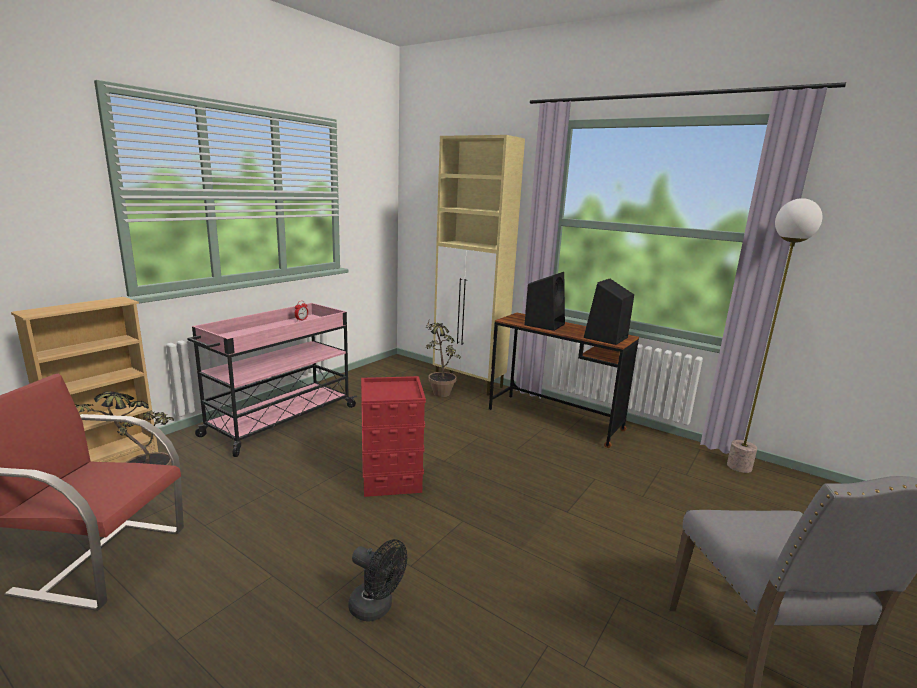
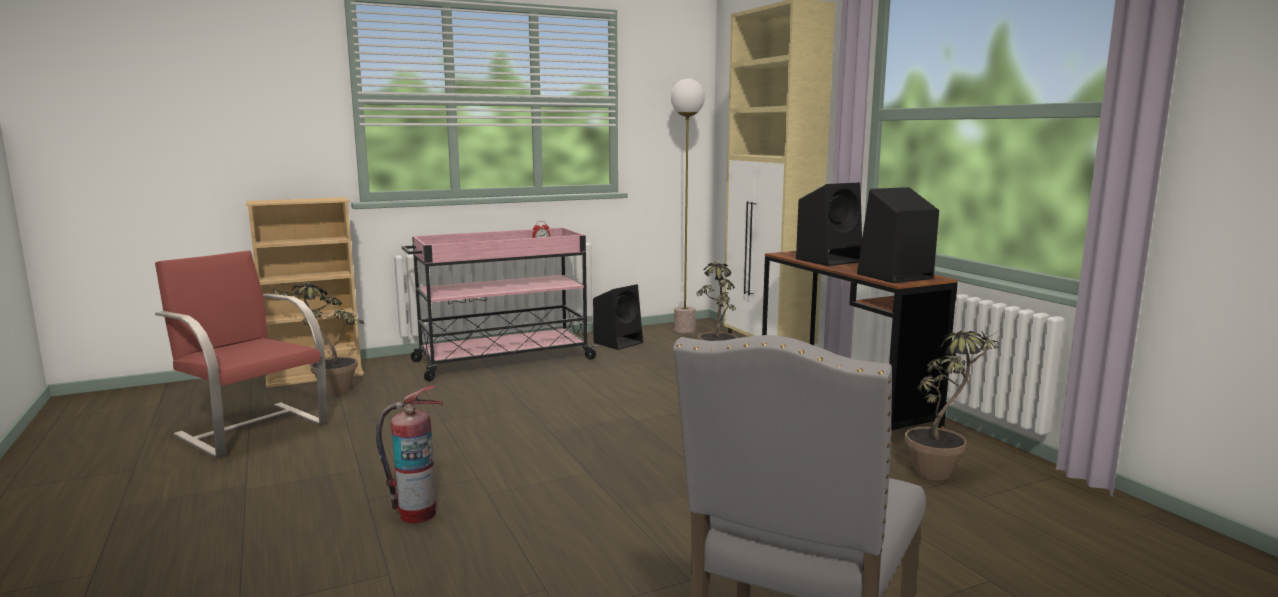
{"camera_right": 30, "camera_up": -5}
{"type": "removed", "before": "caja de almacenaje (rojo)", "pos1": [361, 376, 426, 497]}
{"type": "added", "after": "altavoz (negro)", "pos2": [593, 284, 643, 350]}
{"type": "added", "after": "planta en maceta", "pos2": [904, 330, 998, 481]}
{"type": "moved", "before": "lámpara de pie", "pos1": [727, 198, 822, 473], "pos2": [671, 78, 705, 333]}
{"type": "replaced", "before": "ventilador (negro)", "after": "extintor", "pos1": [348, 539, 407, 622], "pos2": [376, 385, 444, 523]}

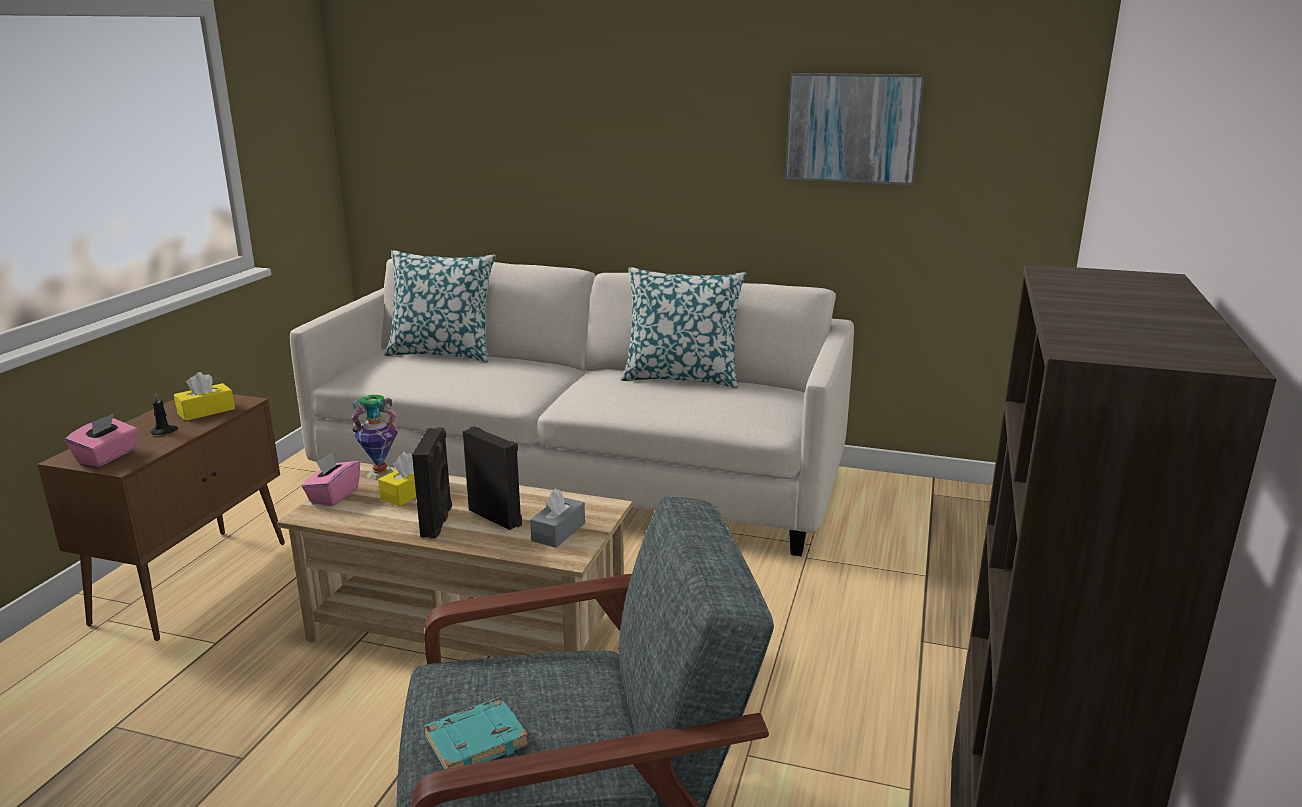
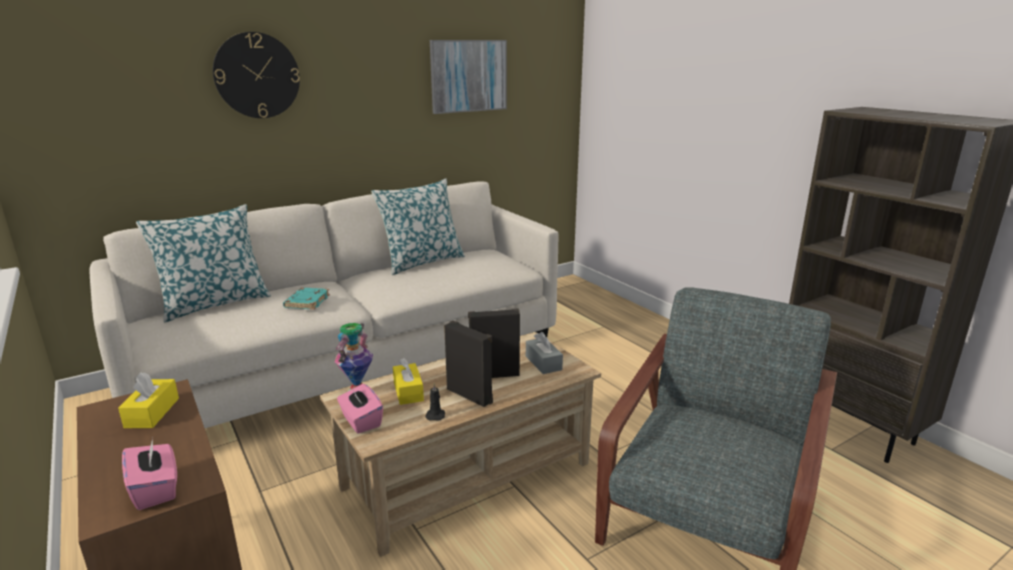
{"camera_right": -50, "camera_up": 0}
{"type": "added", "after": "reloj de pared", "pos2": [213, 32, 300, 118]}
{"type": "moved", "before": "vela (negro)", "pos1": [150, 394, 178, 435], "pos2": [425, 383, 445, 421]}
{"type": "moved", "before": "libro (turquesa)", "pos1": [424, 697, 529, 769], "pos2": [283, 288, 330, 310]}

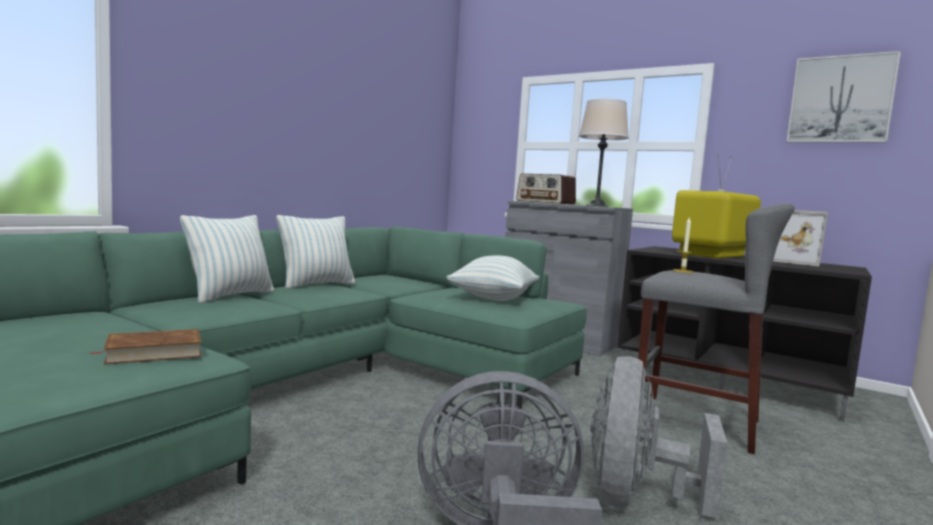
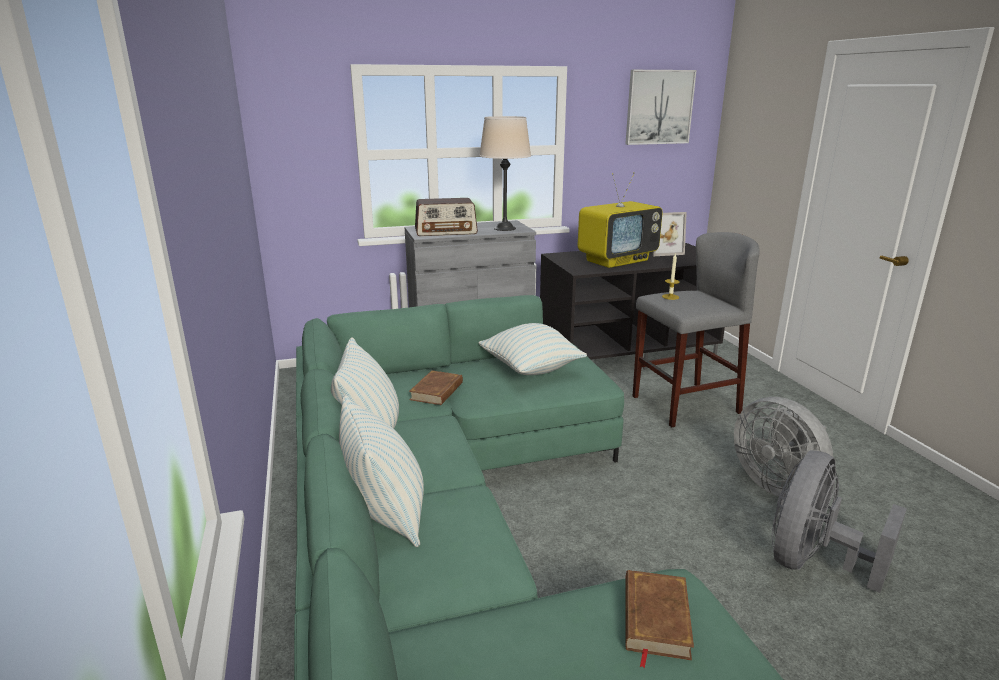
{"camera_right": -50, "camera_up": 15}
{"type": "added", "after": "libro (marrón)", "pos2": [409, 370, 463, 405]}
{"type": "turned", "before": "televisor", "pos1": [672, 154, 761, 259], "pos2": [578, 172, 663, 268], "turn": -120}

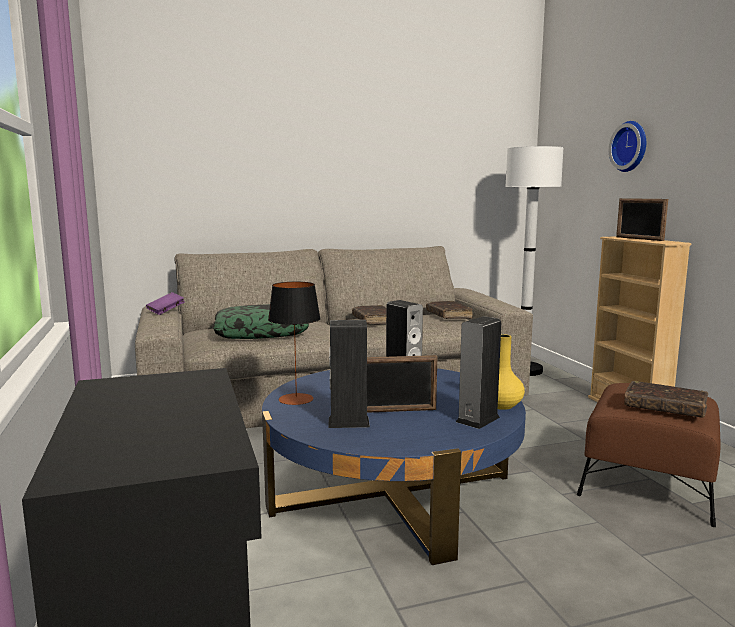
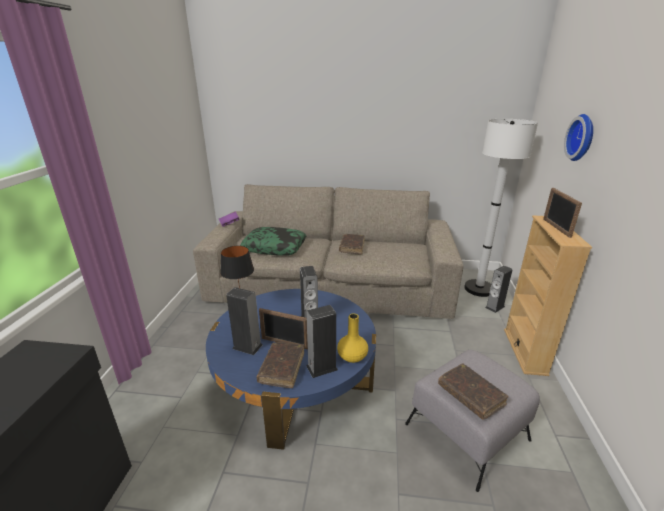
{"camera_right": 25, "camera_up": 15}
{"type": "added", "after": "altavoz", "pos2": [485, 266, 512, 313]}
{"type": "moved", "before": "libro (marrón)", "pos1": [426, 301, 473, 319], "pos2": [256, 342, 304, 388]}
{"type": "recoloured", "before": "puf (marrón)", "after": "puf (gris)", "pos1": [577, 383, 721, 527], "pos2": [405, 350, 540, 492]}

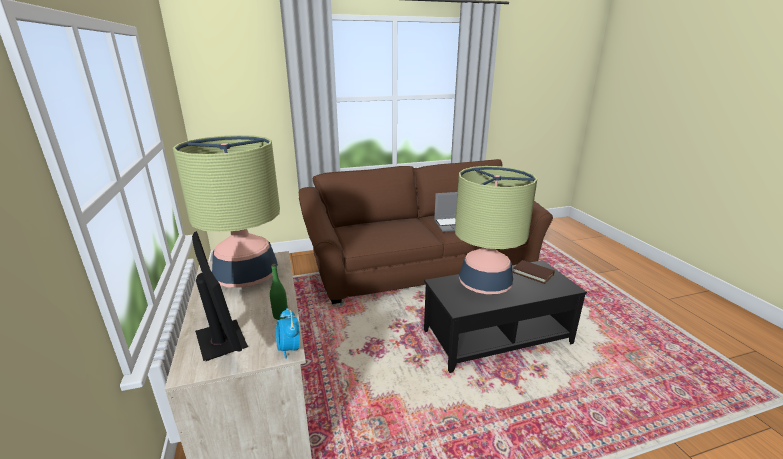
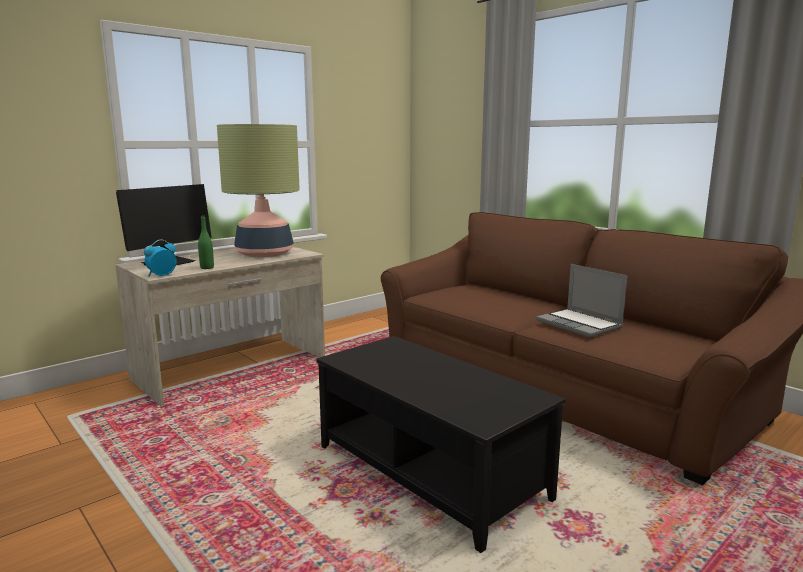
{"camera_right": 65, "camera_up": -10}
{"type": "removed", "before": "lámpara de mesa", "pos1": [455, 166, 537, 294]}
{"type": "removed", "before": "libro (marrón)", "pos1": [513, 260, 555, 284]}

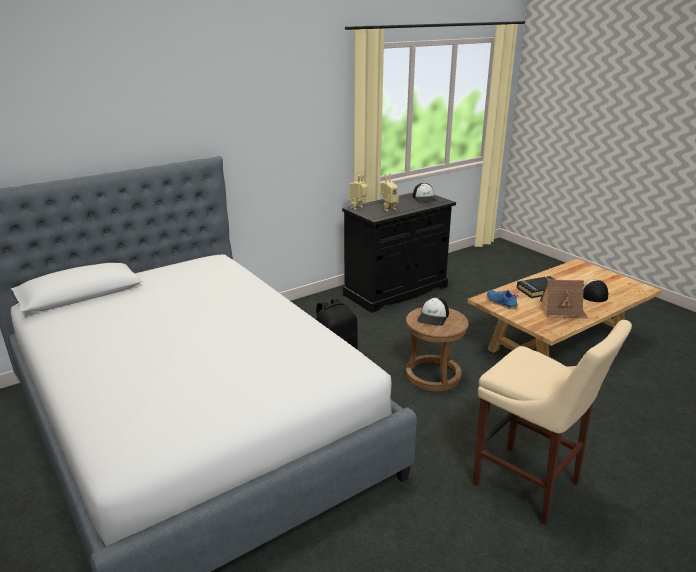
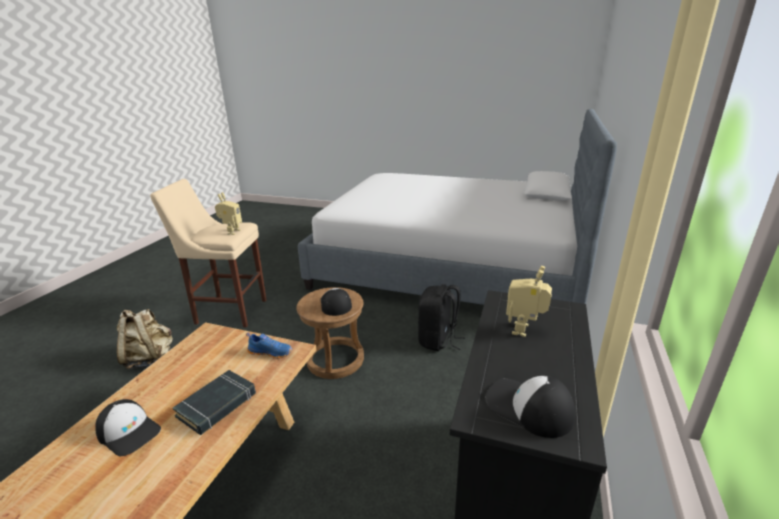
{"camera_right": 145, "camera_up": 0}
{"type": "removed", "before": "casita", "pos1": [540, 279, 588, 319]}
{"type": "added", "after": "mochila (beis)", "pos2": [117, 309, 173, 369]}
{"type": "moved", "before": "robot de juguete", "pos1": [349, 174, 368, 210], "pos2": [215, 192, 242, 235]}

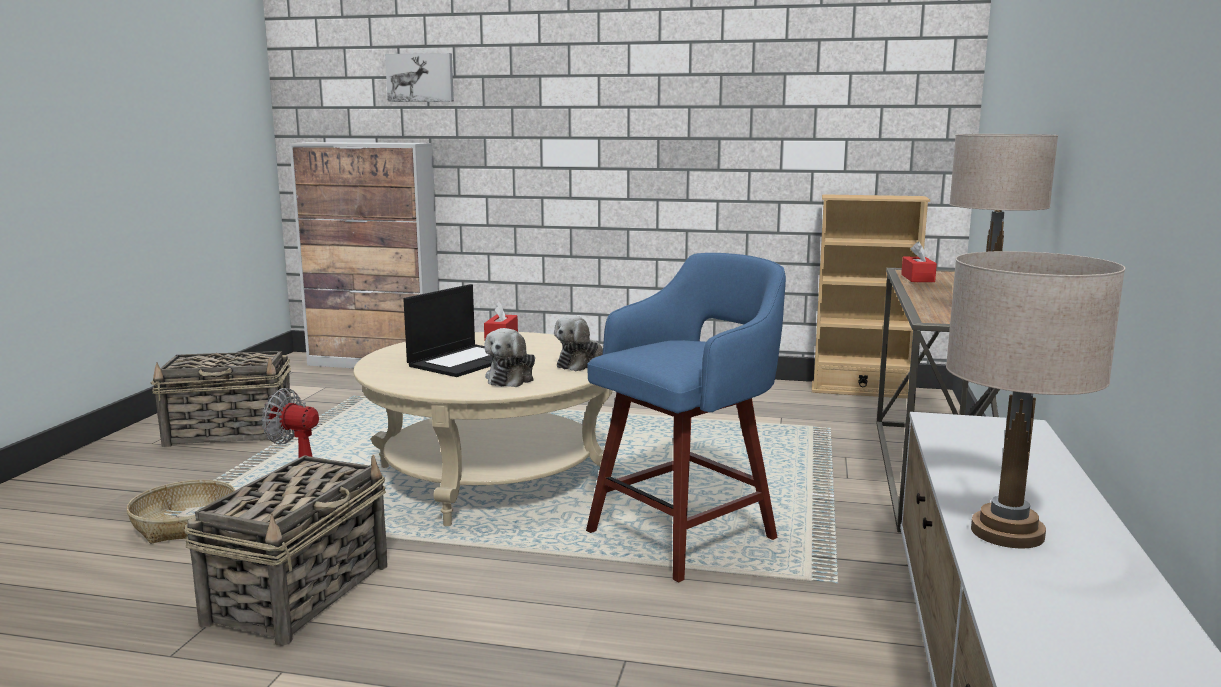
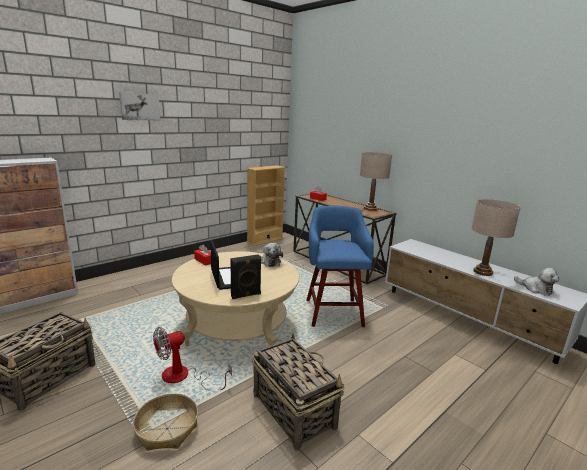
{"camera_right": -55, "camera_up": 5}
{"type": "added", "after": "altavoz (negro)", "pos2": [230, 254, 262, 299]}
{"type": "moved", "before": "cuadro", "pos1": [385, 53, 454, 102], "pos2": [119, 92, 160, 120]}
{"type": "moved", "before": "peluche", "pos1": [485, 328, 535, 387], "pos2": [514, 268, 559, 296]}

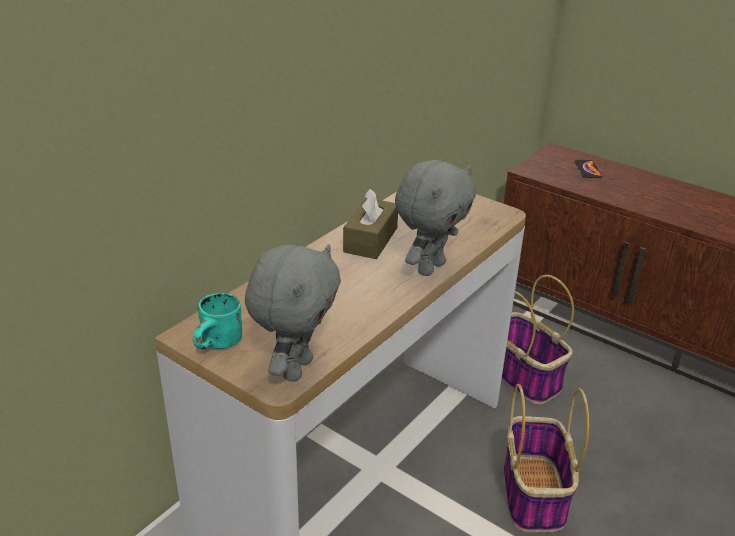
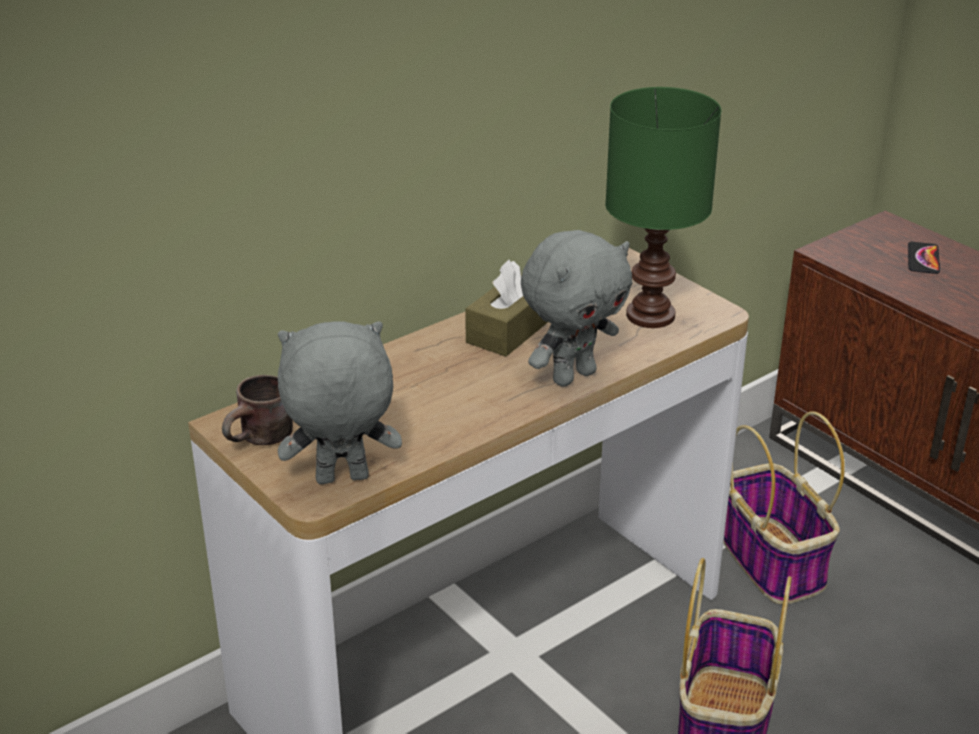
{"camera_right": 15, "camera_up": 0}
{"type": "added", "after": "lámpara de mesa (verde)", "pos2": [605, 87, 722, 328]}
{"type": "recoloured", "before": "taza grande (turquesa)", "after": "taza grande (marrón)", "pos1": [193, 293, 242, 349], "pos2": [222, 375, 293, 445]}
{"type": "turned", "before": "peluche (gris)", "pos1": [245, 244, 341, 381], "pos2": [278, 321, 402, 484], "turn": -135}

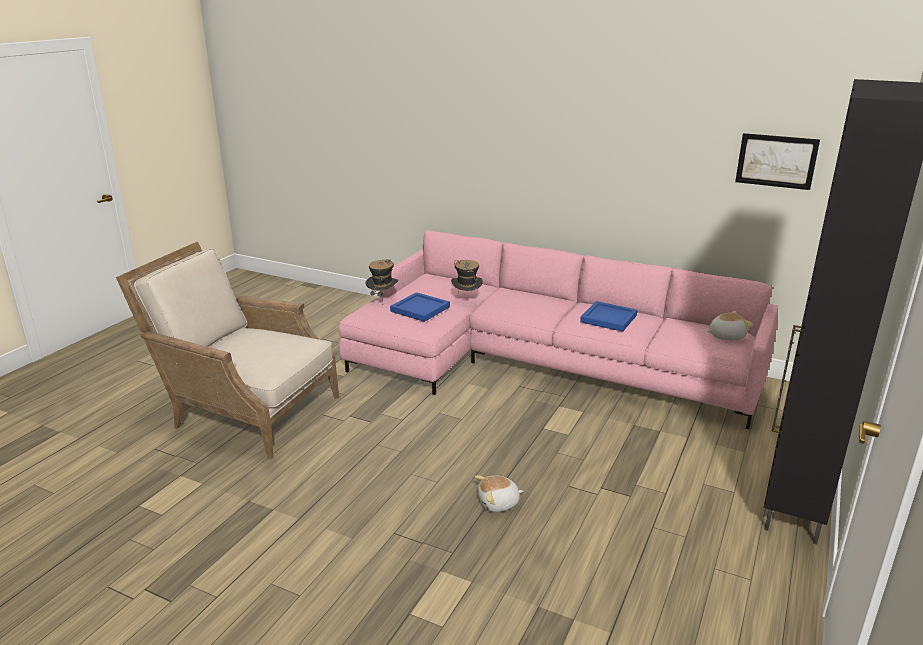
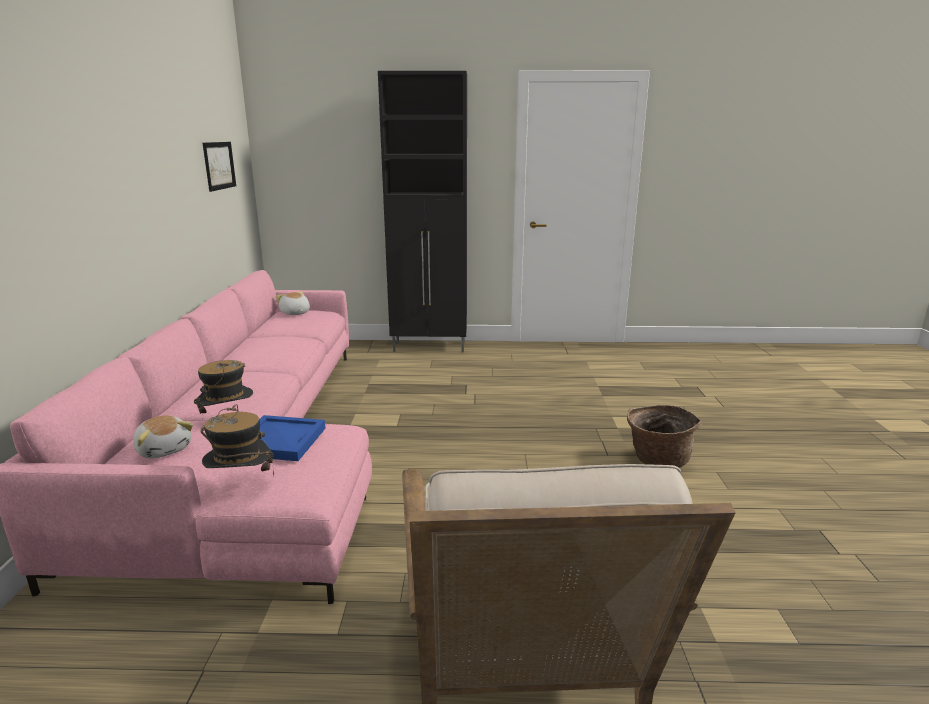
{"camera_right": -115, "camera_up": -5}
{"type": "removed", "before": "bandeja (azul)", "pos1": [580, 301, 637, 332]}
{"type": "added", "after": "cesta", "pos2": [627, 405, 702, 468]}
{"type": "moved", "before": "peluche", "pos1": [475, 475, 523, 512], "pos2": [133, 415, 193, 458]}

